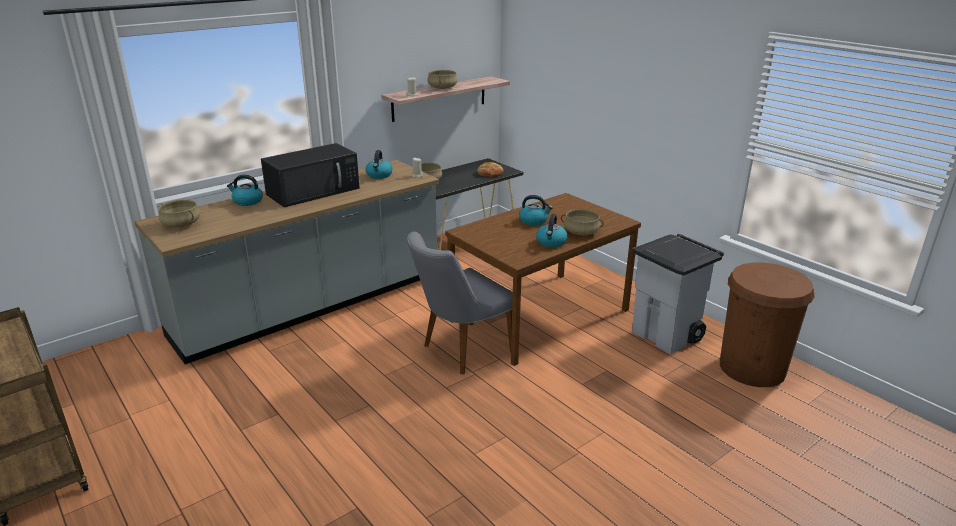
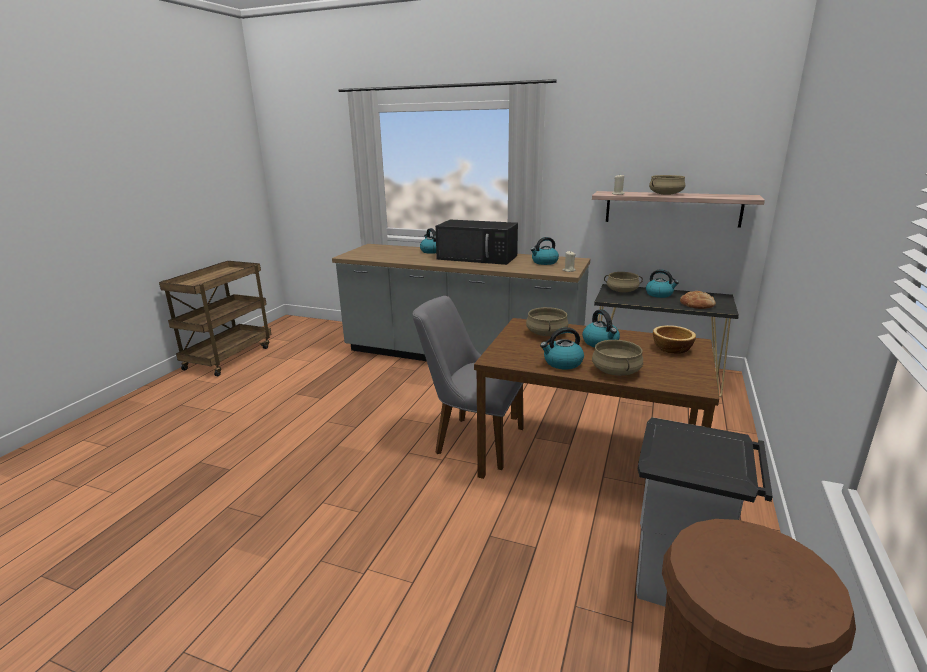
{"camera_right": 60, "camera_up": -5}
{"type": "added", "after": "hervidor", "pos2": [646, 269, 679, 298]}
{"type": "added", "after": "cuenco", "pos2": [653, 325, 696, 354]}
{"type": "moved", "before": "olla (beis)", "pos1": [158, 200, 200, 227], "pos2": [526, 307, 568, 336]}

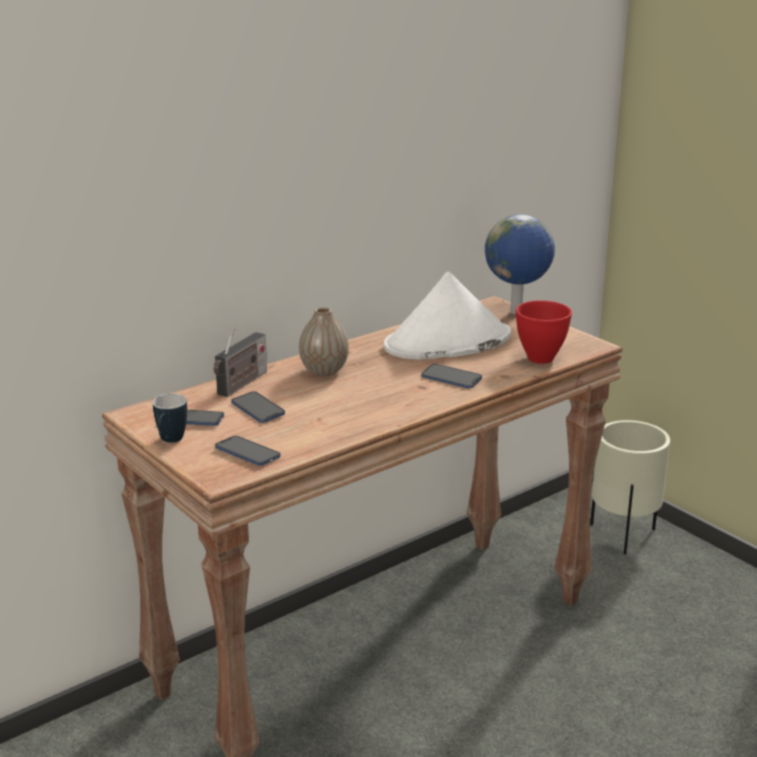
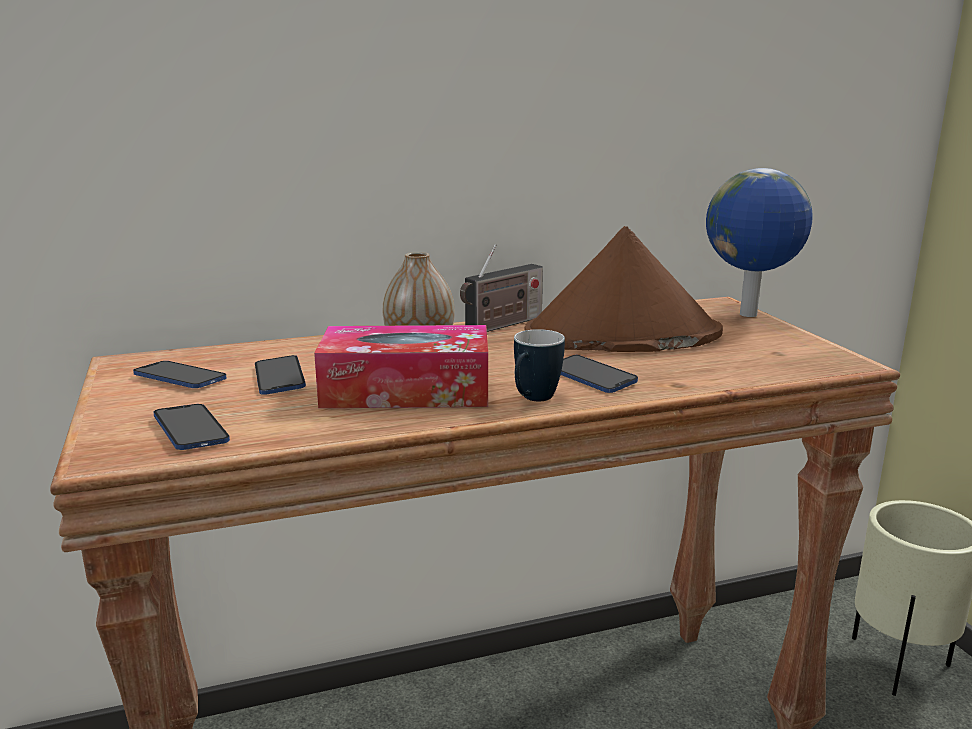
{"camera_right": 20, "camera_up": -5}
{"type": "removed", "before": "cuenco (rojo)", "pos1": [516, 300, 572, 364]}
{"type": "added", "after": "caja de pañuelos", "pos2": [314, 325, 488, 408]}
{"type": "moved", "before": "taza grande", "pos1": [153, 394, 187, 443], "pos2": [514, 329, 565, 401]}
{"type": "moved", "before": "radio", "pos1": [214, 327, 267, 397], "pos2": [460, 244, 543, 332]}
{"type": "recoloured", "before": "sombrero (blanco)", "after": "sombrero (marrón)", "pos1": [384, 272, 511, 360], "pos2": [524, 226, 723, 352]}

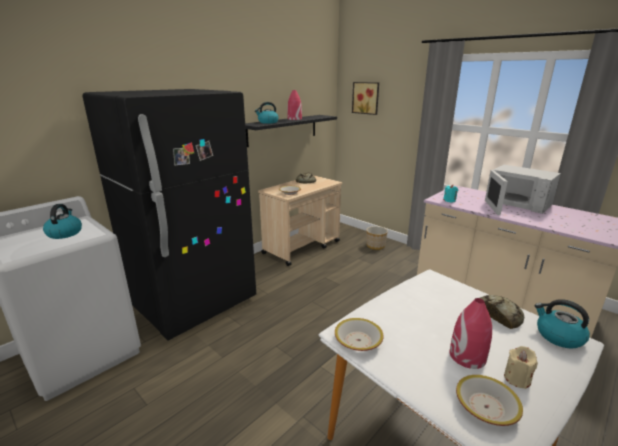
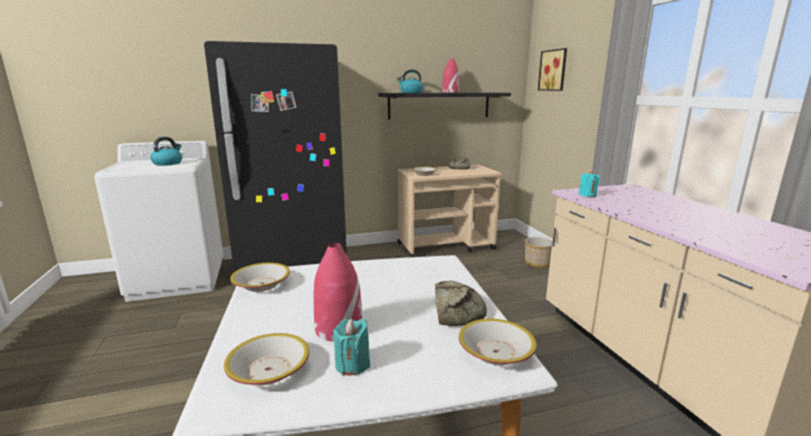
{"camera_right": 30, "camera_up": -5}
{"type": "removed", "before": "microondas (blanco)", "pos1": [485, 165, 561, 215]}
{"type": "replaced", "before": "hervidor", "after": "cuenco", "pos1": [535, 299, 590, 348], "pos2": [459, 319, 537, 365]}
{"type": "recoloured", "before": "vela (beis)", "after": "vela (turquesa)", "pos1": [504, 346, 538, 389], "pos2": [333, 318, 370, 376]}

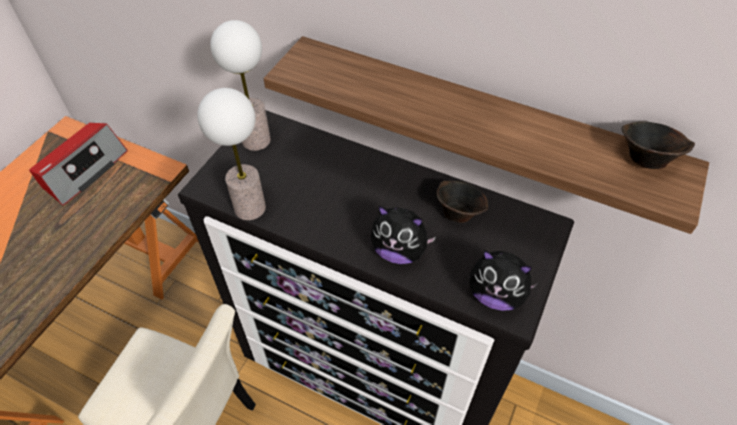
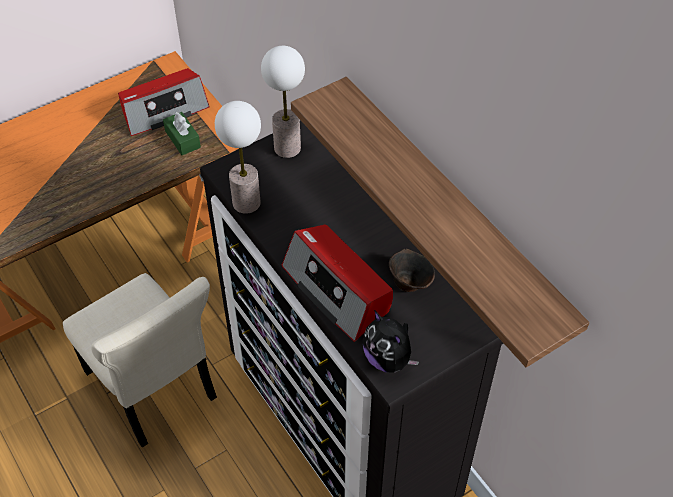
{"camera_right": 30, "camera_up": 0}
{"type": "removed", "before": "cuenco (marrón)", "pos1": [621, 121, 695, 169]}
{"type": "added", "after": "caja de pañuelos (verde)", "pos2": [163, 112, 201, 155]}
{"type": "replaced", "before": "peluche", "after": "radio", "pos1": [371, 206, 436, 264], "pos2": [282, 224, 393, 342]}

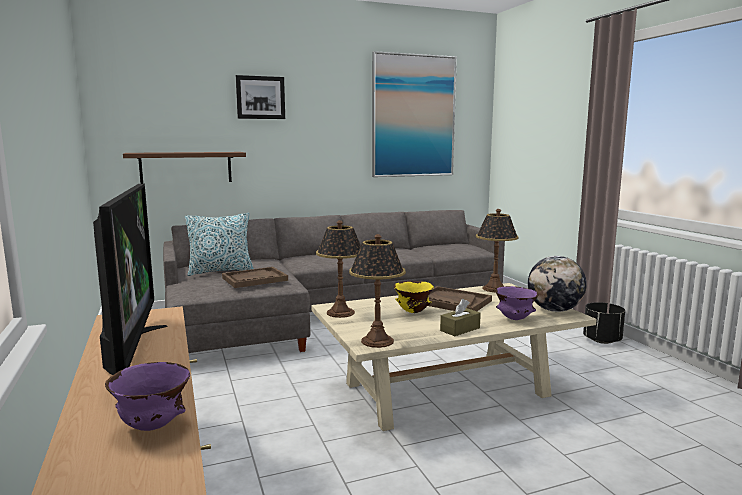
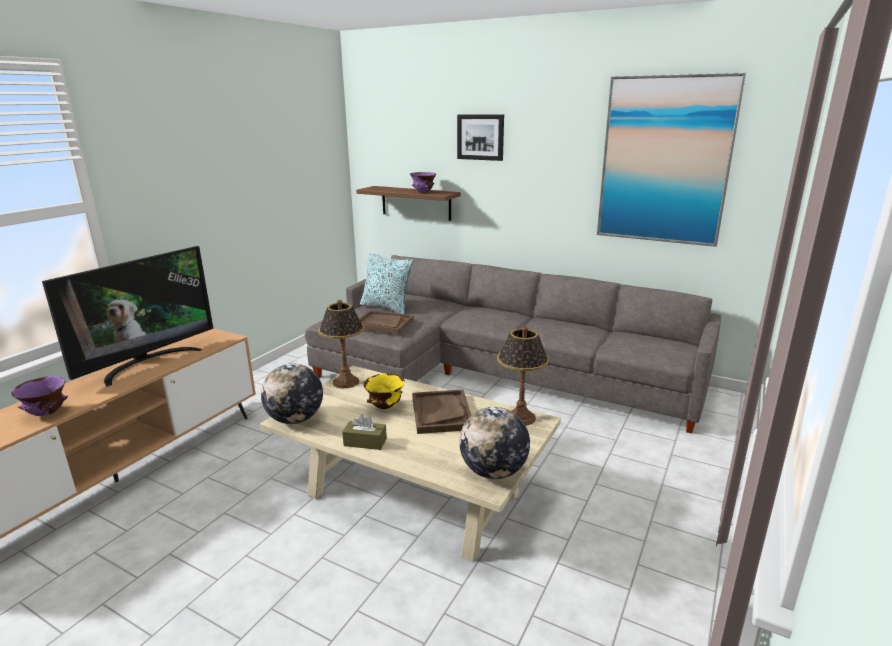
{"camera_right": 50, "camera_up": 10}
{"type": "removed", "before": "maceta (negro)", "pos1": [583, 302, 625, 344]}
{"type": "moved", "before": "cuenco (morado)", "pos1": [495, 286, 539, 320], "pos2": [410, 172, 436, 193]}
{"type": "replaced", "before": "lámpara de mesa", "after": "globo terráqueo", "pos1": [349, 234, 406, 348], "pos2": [261, 364, 323, 424]}

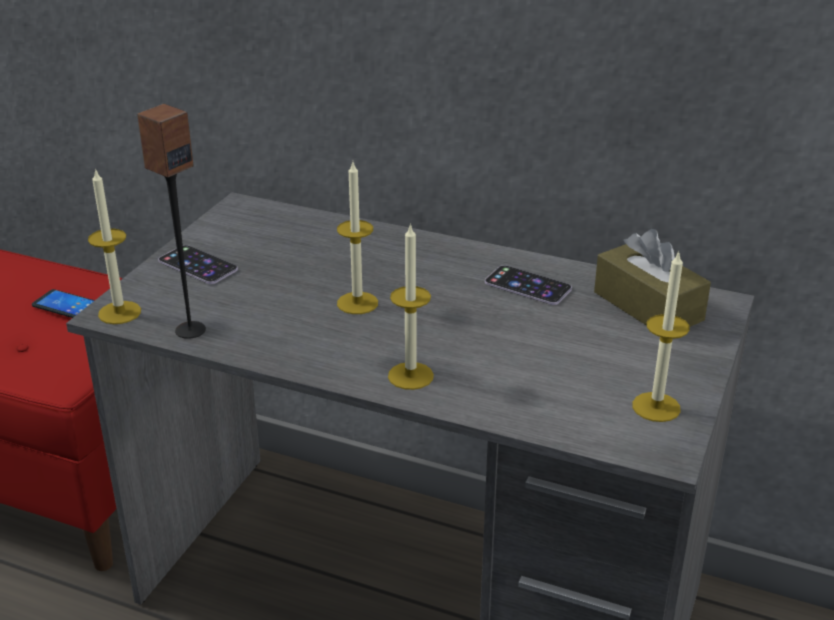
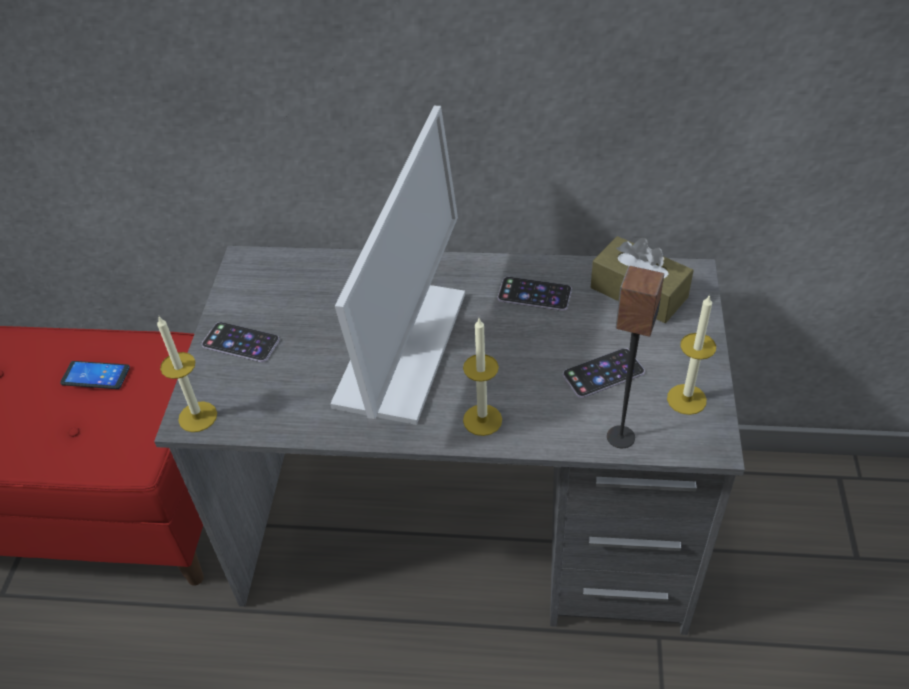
{"camera_right": -15, "camera_up": 15}
{"type": "added", "after": "móvil", "pos2": [563, 348, 645, 398]}
{"type": "moved", "before": "altavoz", "pos1": [137, 104, 206, 339], "pos2": [607, 266, 664, 448]}
{"type": "replaced", "before": "vela", "after": "monitor", "pos1": [337, 162, 378, 314], "pos2": [330, 106, 465, 425]}

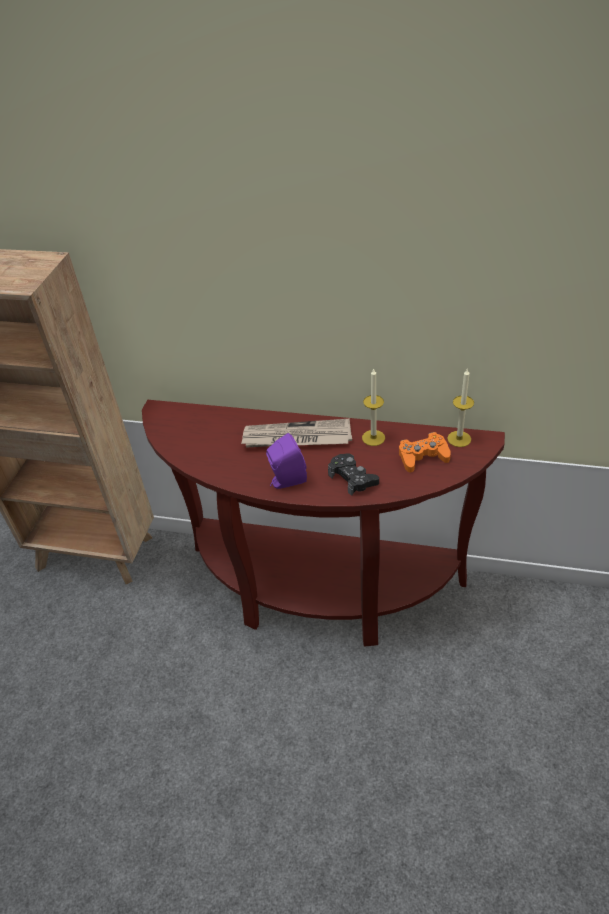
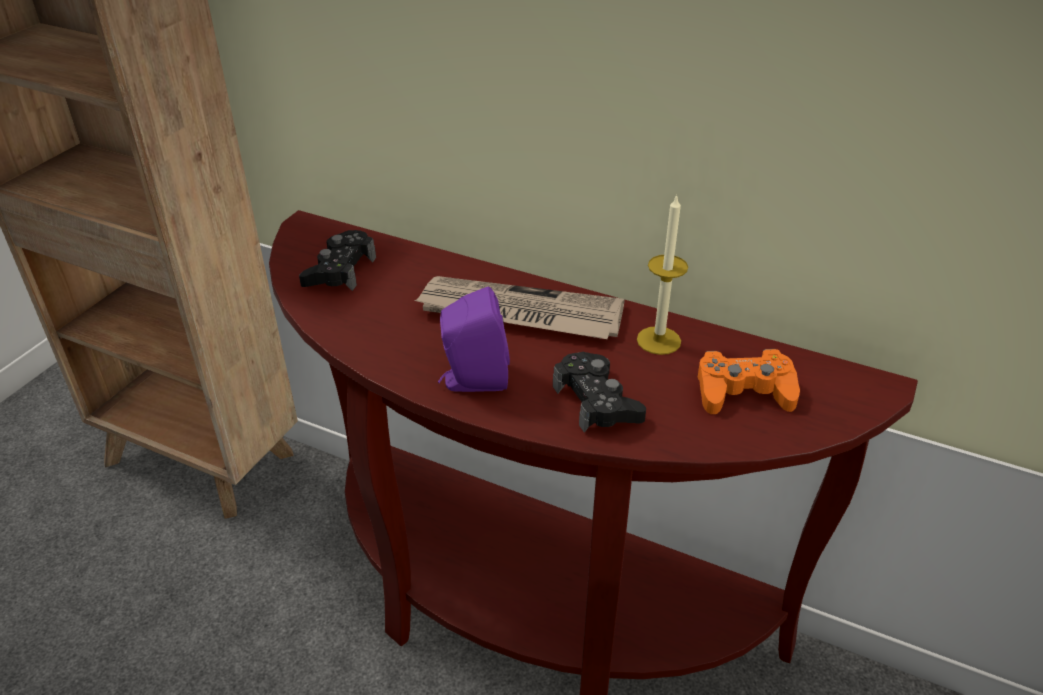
{"camera_right": 10, "camera_up": -5}
{"type": "removed", "before": "vela", "pos1": [447, 368, 474, 447]}
{"type": "added", "after": "mando de consola (negro)", "pos2": [299, 230, 376, 291]}

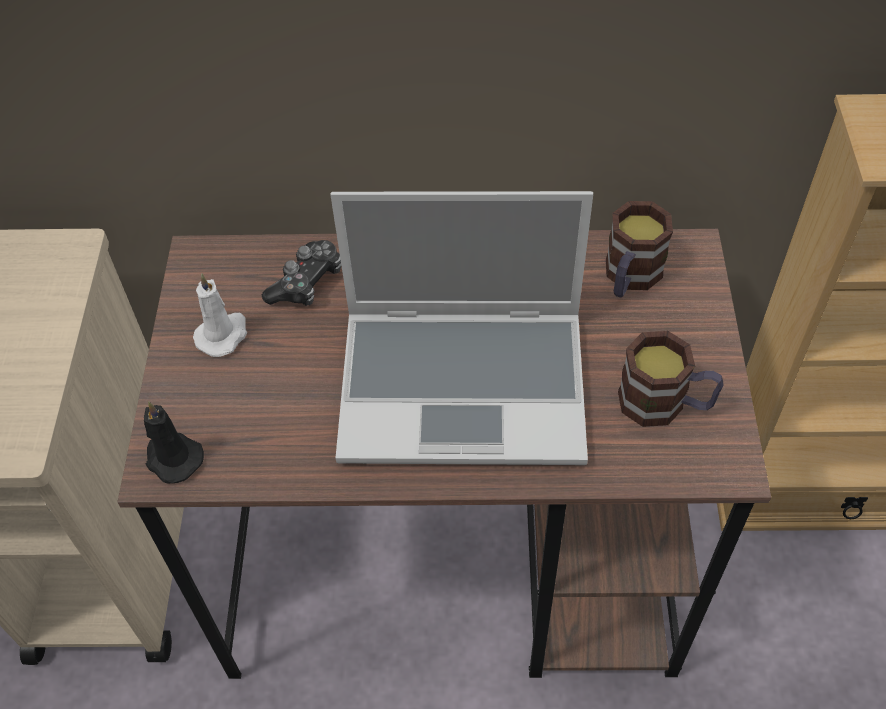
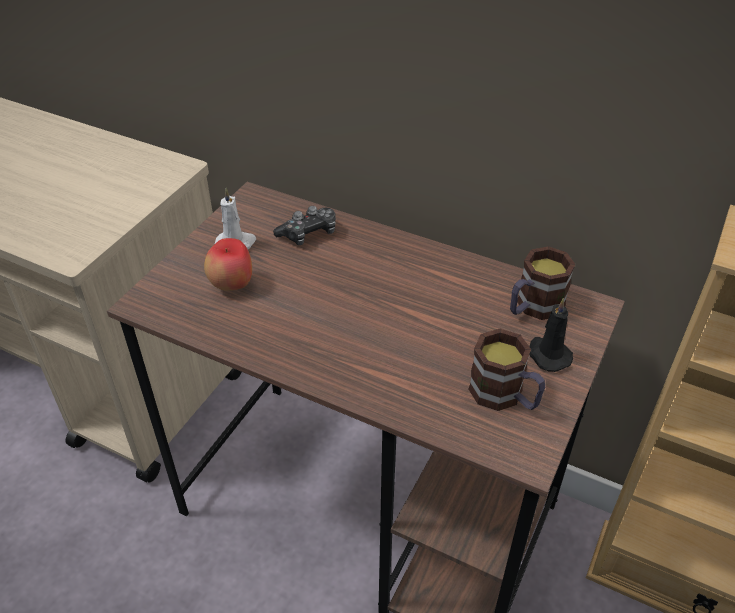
{"camera_right": 25, "camera_up": -10}
{"type": "removed", "before": "portátil", "pos1": [330, 191, 593, 465]}
{"type": "added", "after": "manzana", "pos2": [204, 238, 252, 291]}
{"type": "moved", "before": "vela (negro)", "pos1": [144, 401, 204, 483], "pos2": [529, 298, 573, 372]}

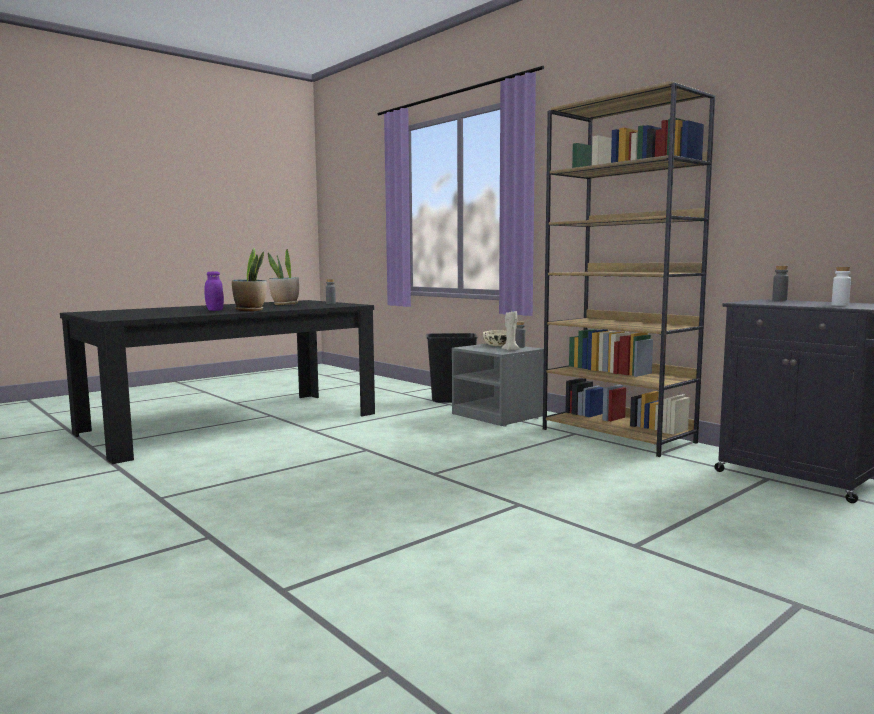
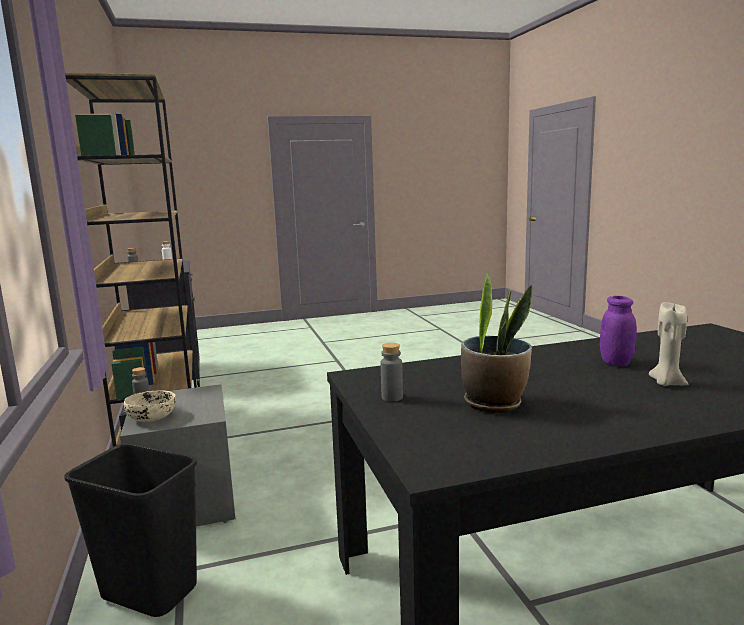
{"camera_right": -155, "camera_up": 5}
{"type": "removed", "before": "planta en maceta", "pos1": [232, 248, 267, 311]}
{"type": "moved", "before": "vela (beis)", "pos1": [502, 311, 520, 351], "pos2": [649, 302, 688, 386]}

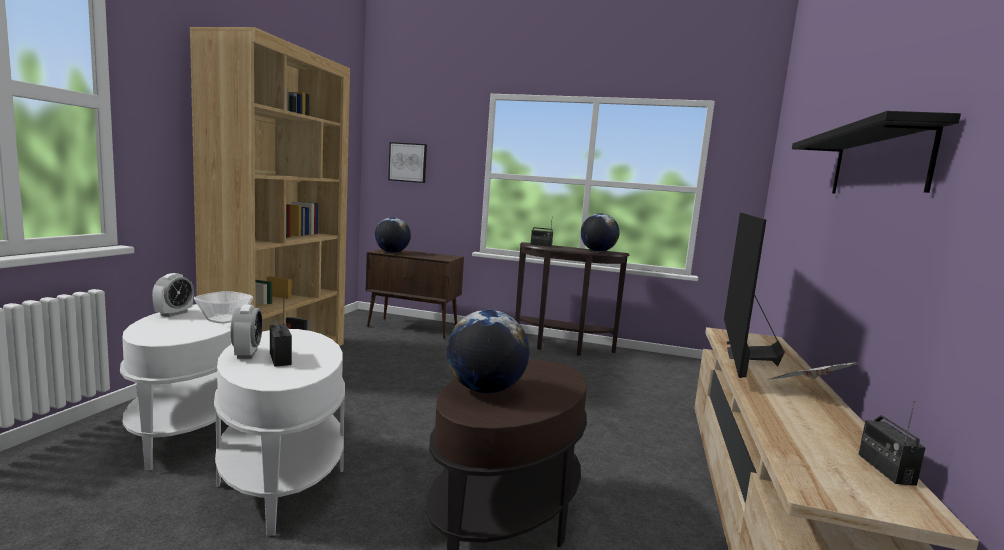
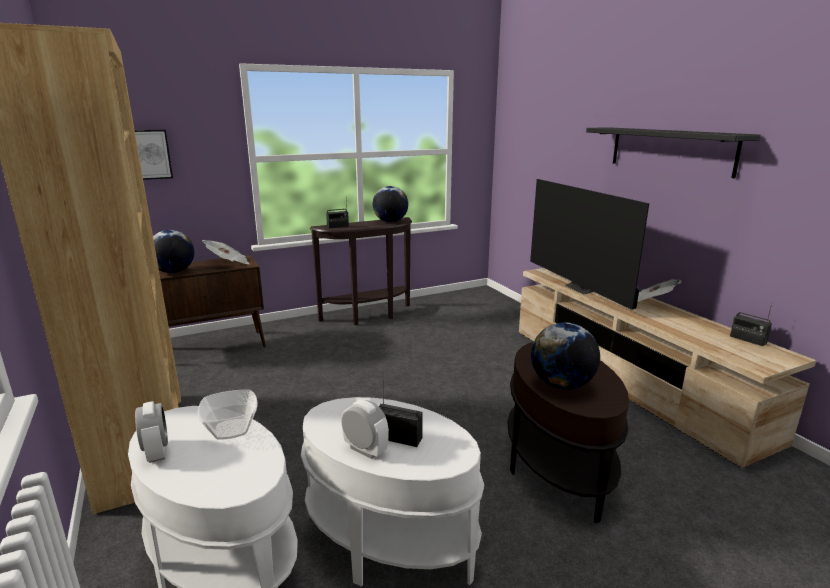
{"camera_right": -40, "camera_up": 10}
{"type": "added", "after": "periódico", "pos2": [202, 240, 249, 264]}

